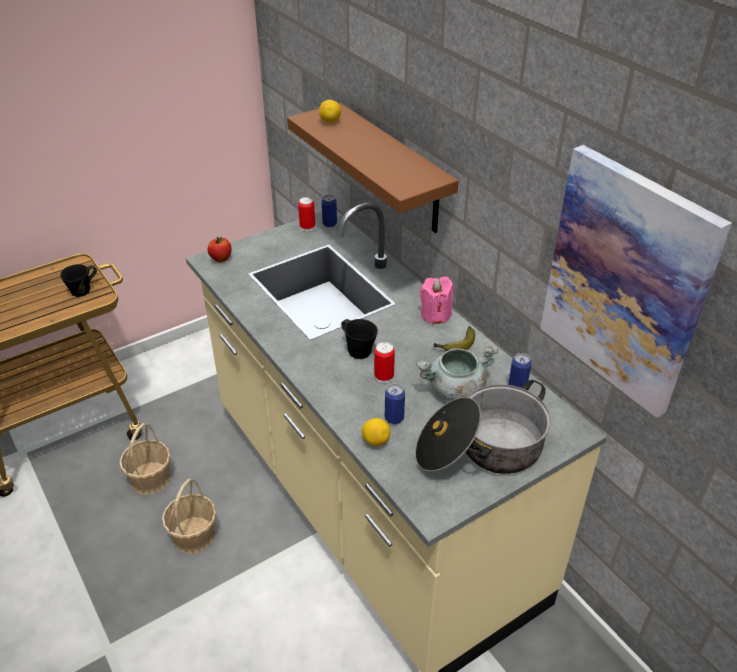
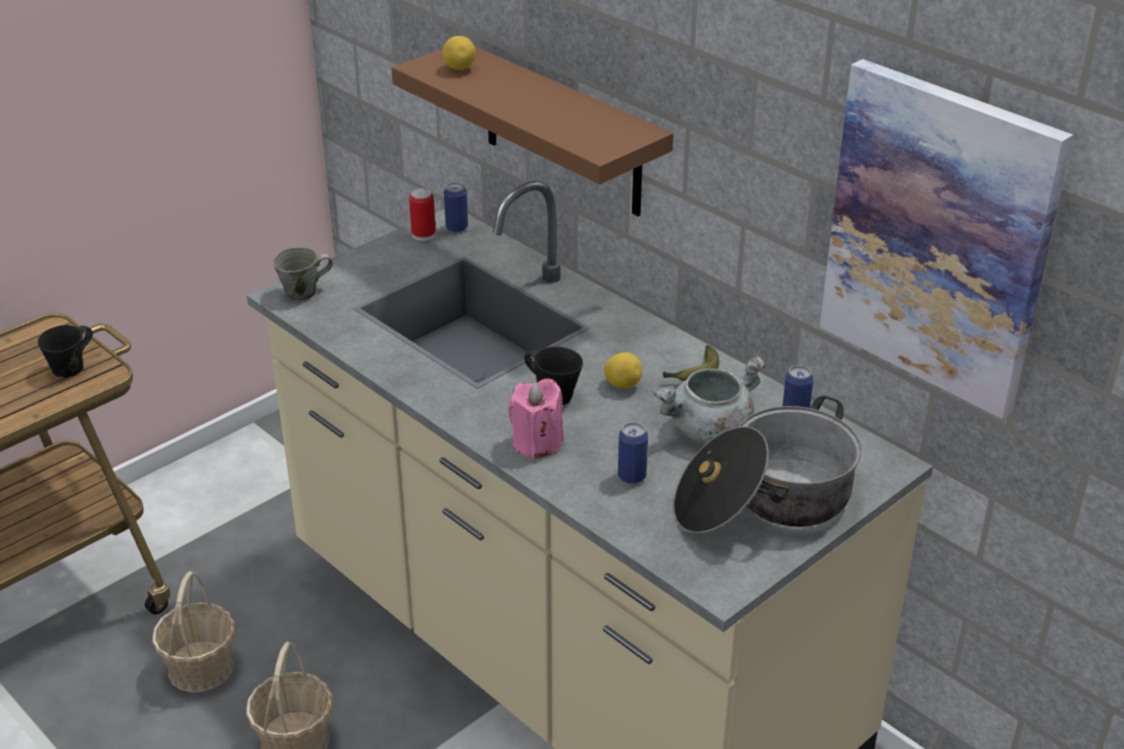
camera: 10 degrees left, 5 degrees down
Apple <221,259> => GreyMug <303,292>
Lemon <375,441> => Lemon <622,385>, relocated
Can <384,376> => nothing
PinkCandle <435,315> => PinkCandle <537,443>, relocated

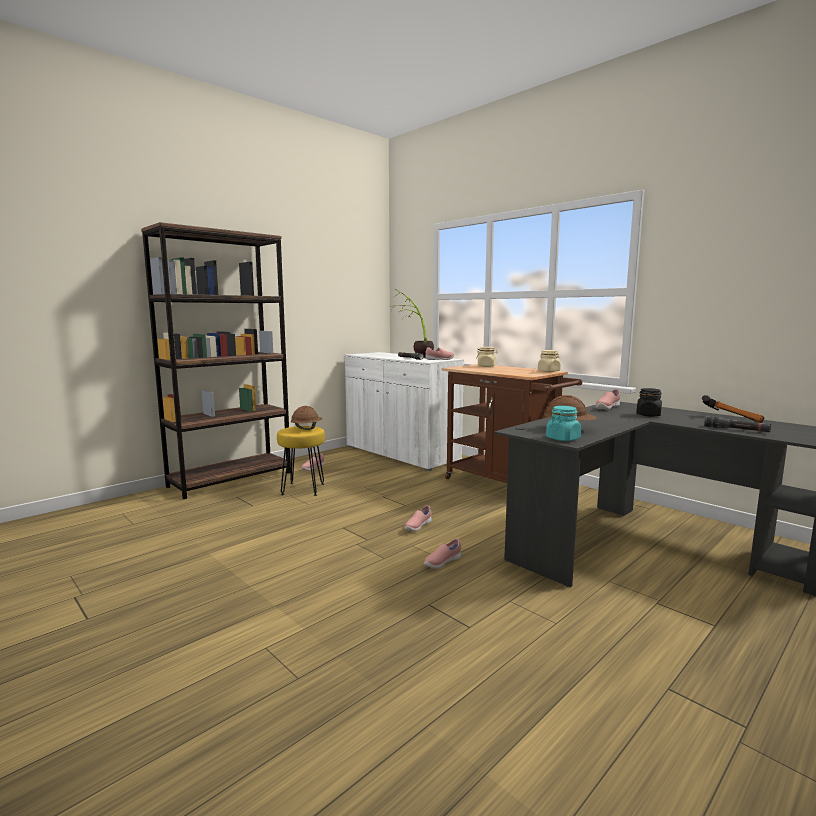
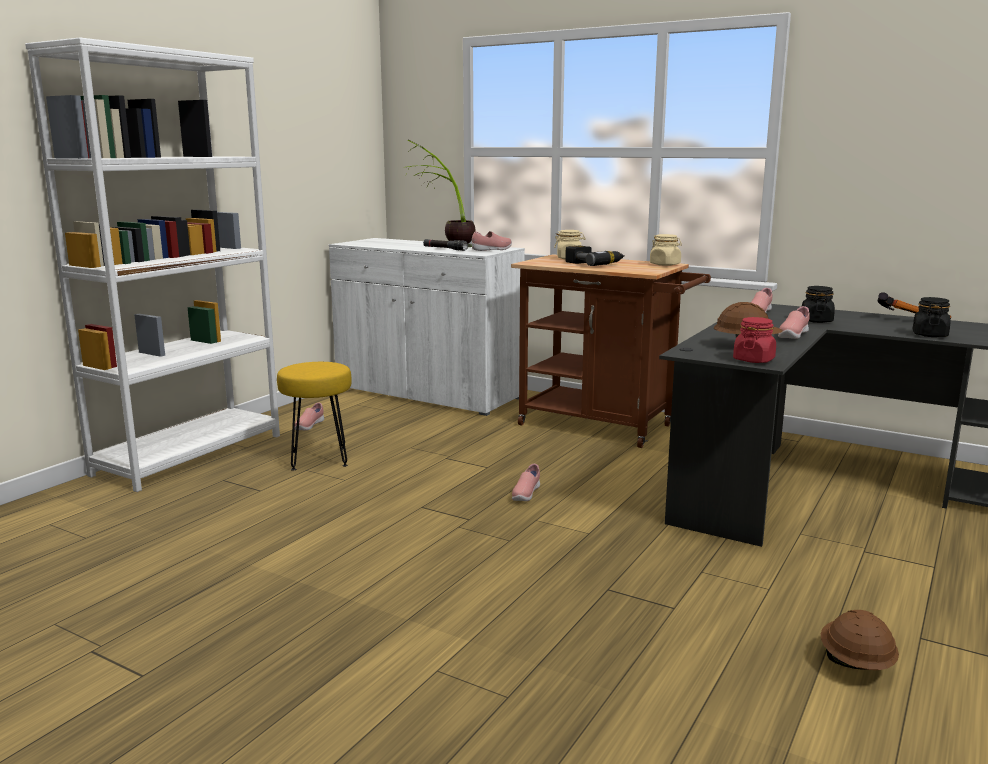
camera: 15 degrees left, 5 degrees up
BrownBookcase <231,479> => WhiteBookcase <190,454>
BrownHardHat <306,428> => BrownHardHat <855,664>, relocated
PinkShoe <442,563> => PinkShoe <792,336>, relocated
TurquoiseJar <563,438> => RedJar <753,360>
BlackFlashlight <736,429> => BlackJar <929,335>
nothing => PowerDrill <594,264>

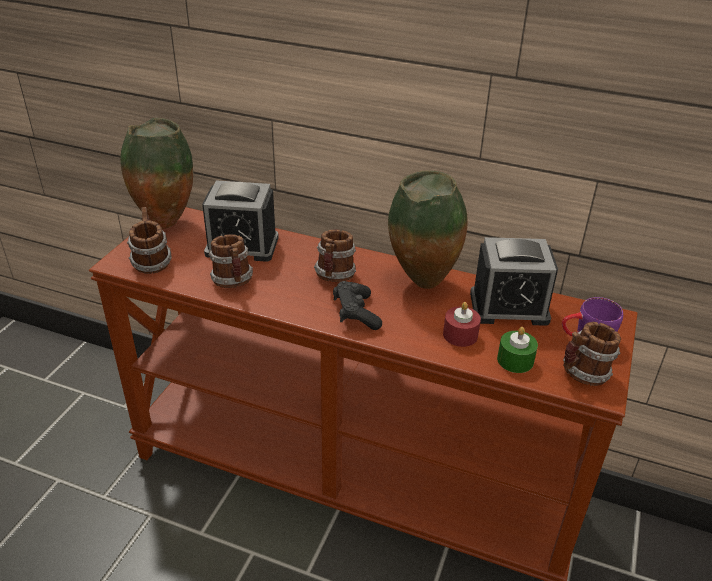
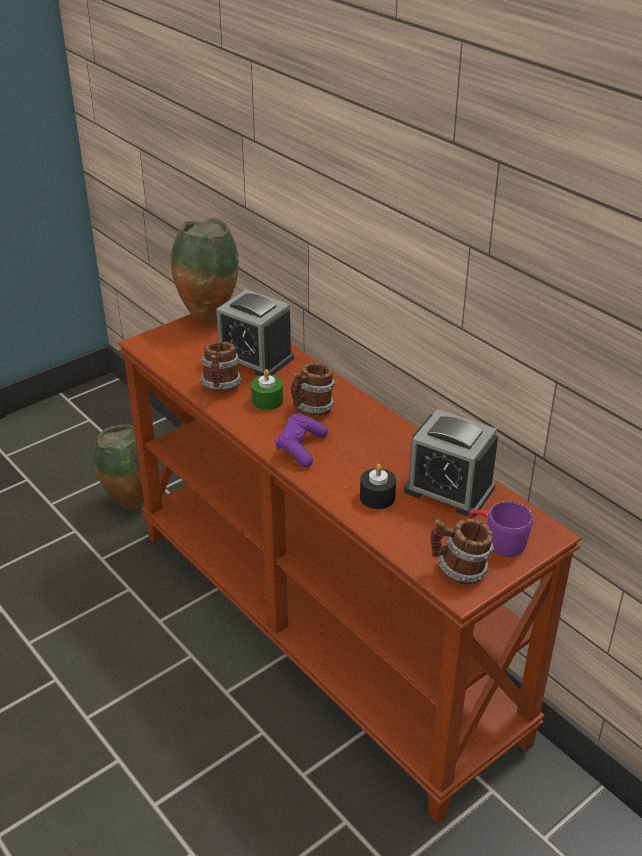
camera: 30 degrees right, 0 degrees up
Mug <151,262> => nothing
BlackGameController <356,314> => PurpleGameController <301,448>
Vase <422,284> => Vase <129,505>, relocated
RedCandle <460,335> => BlackCandle <377,497>
GreenCandle <515,360> => GreenCandle <267,401>, relocated

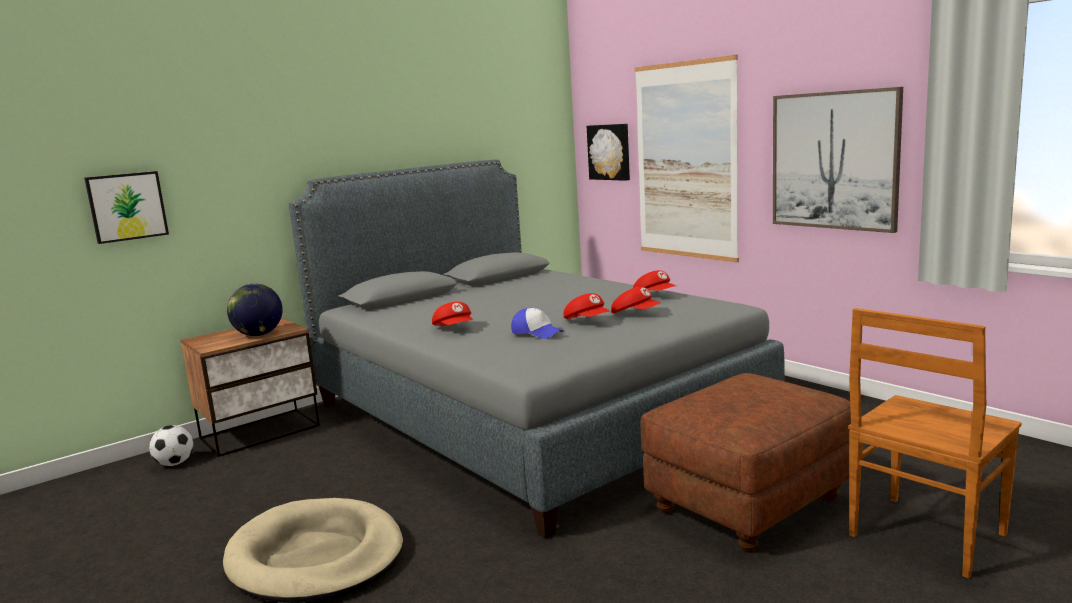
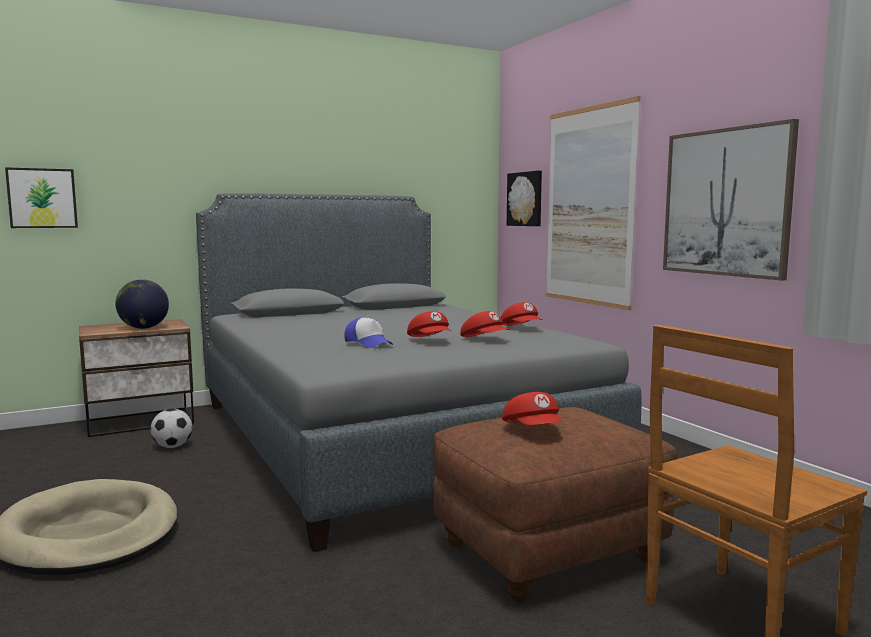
camera: 10 degrees right, 5 degrees down
Football <175,463> => Football <172,446>, relocated
RedCap <455,329> => RedCap <533,430>, relocated

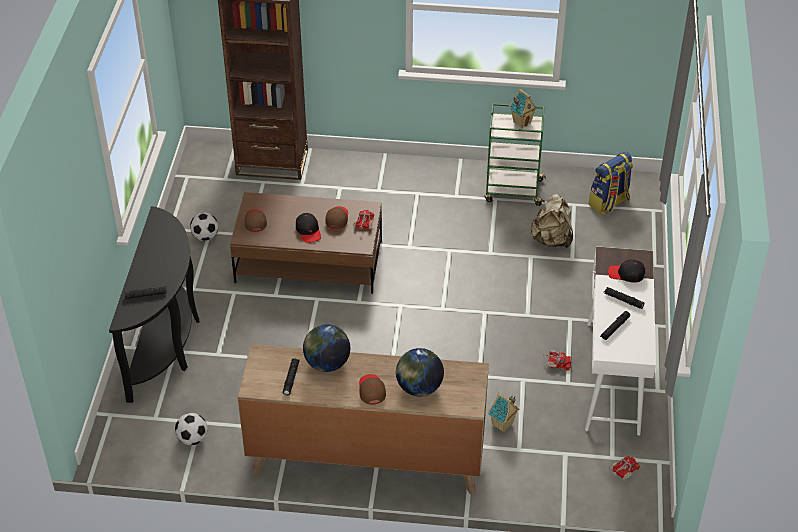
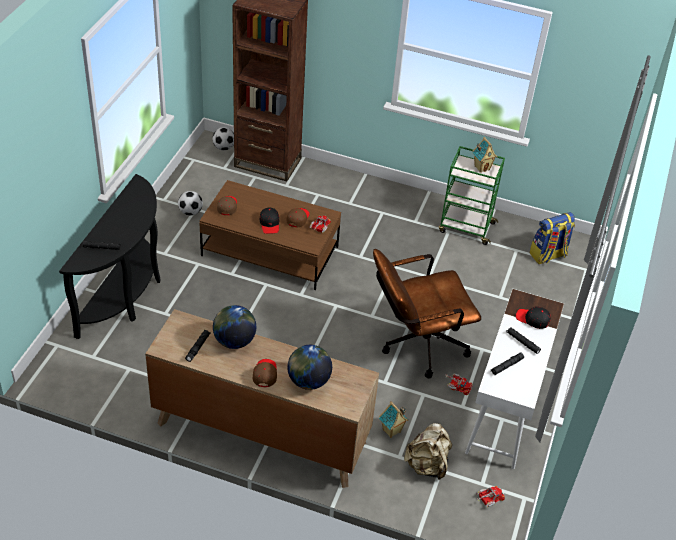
camera: 10 degrees right, 0 degrees up
Football <192,439> => Football <224,147>, relocated
BeigeBackpack <551,239> => BeigeBackpack <427,465>, relocated
nothing => BrownOfficeChair <416,345>

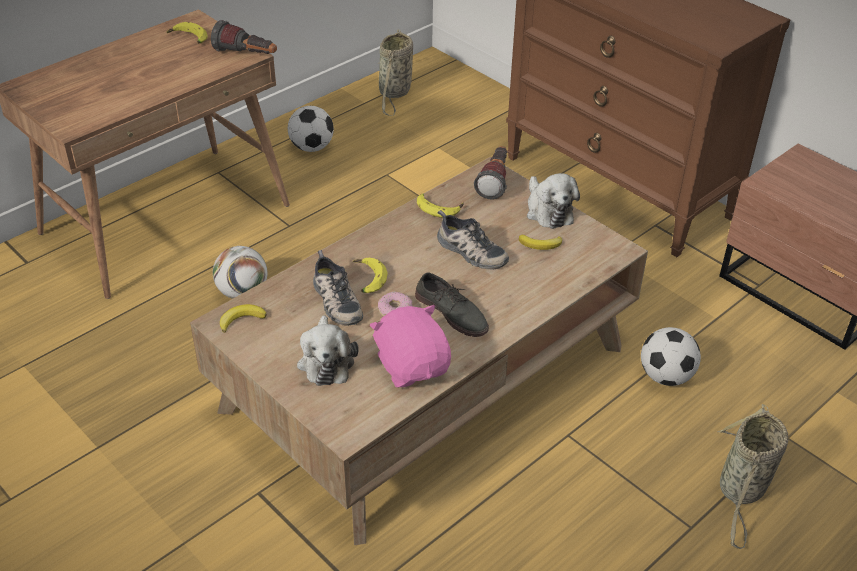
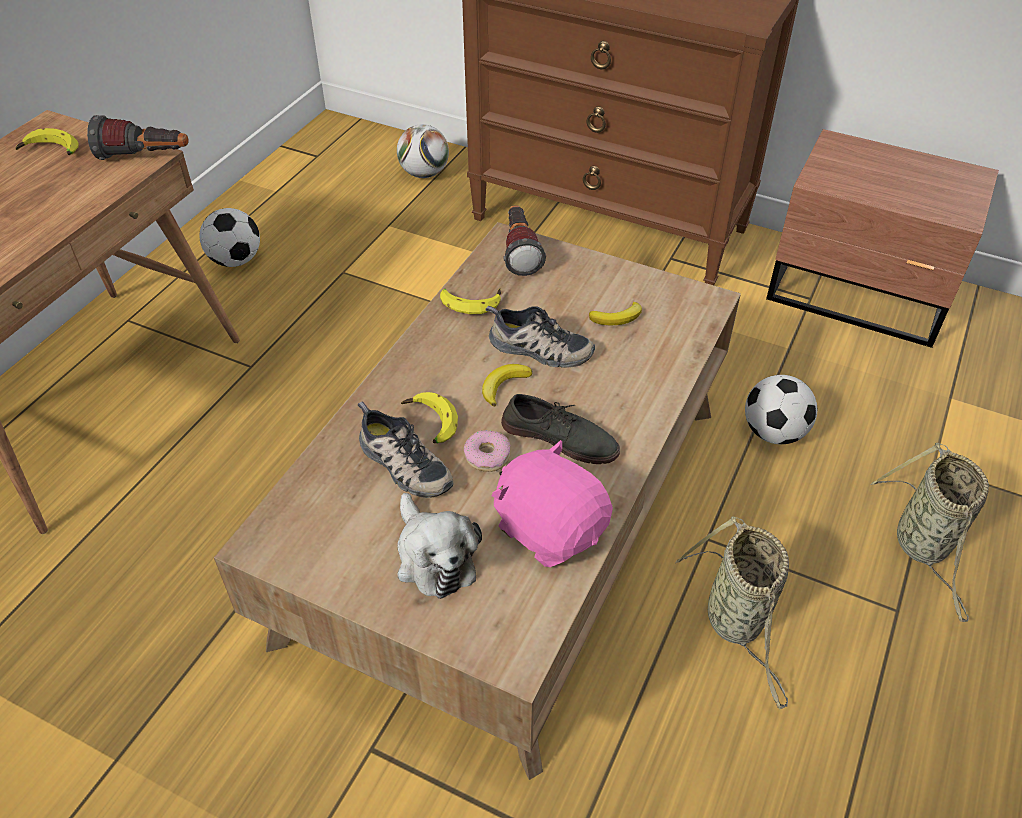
camera: 20 degrees left, 5 degrees up
Football <242,292> => Football <424,173>, relocated
Banana <241,319> => Banana <503,385>, relocated
Basket <394,93> => Basket <737,622>, relocated
PlushToy <548,210> => nothing

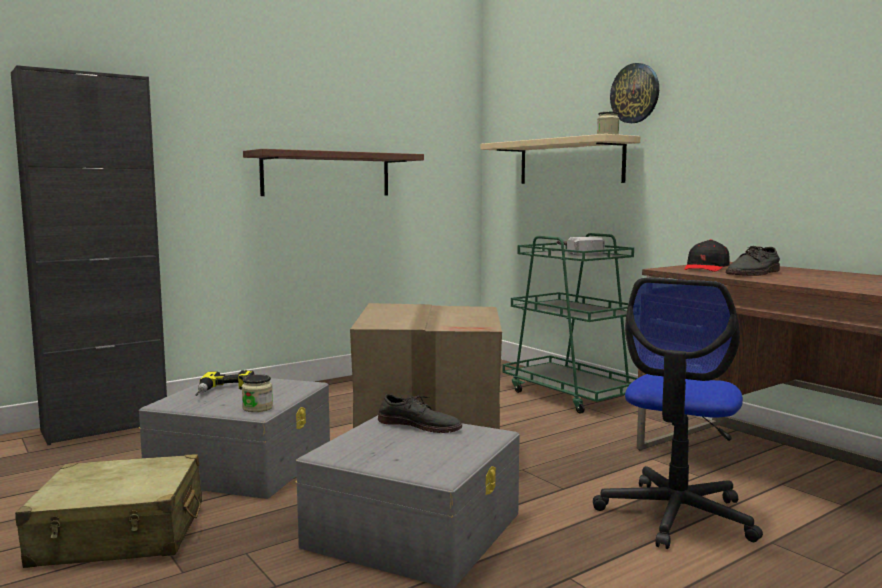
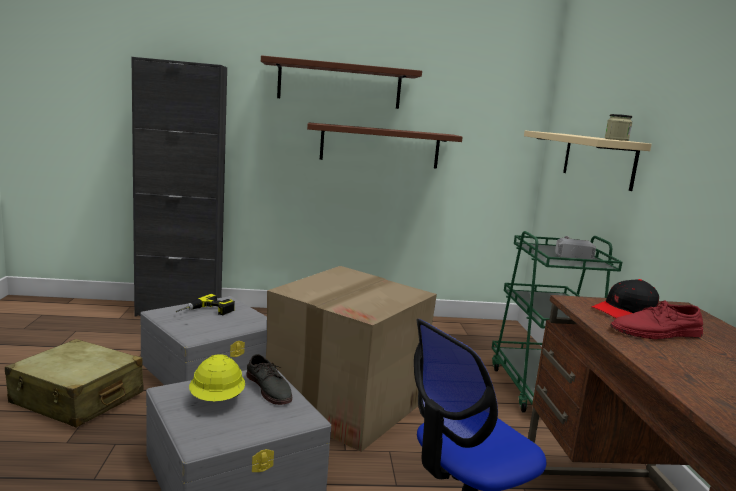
camera: 30 degrees right, 5 degrees up
Jar <257,408> => nothing
WallClock <635,93> => nothing
GreyShoe <754,273> => RedShoe <656,333>
nothing => YellowHardHat <217,400>
nothing => BrownShelf <339,84>

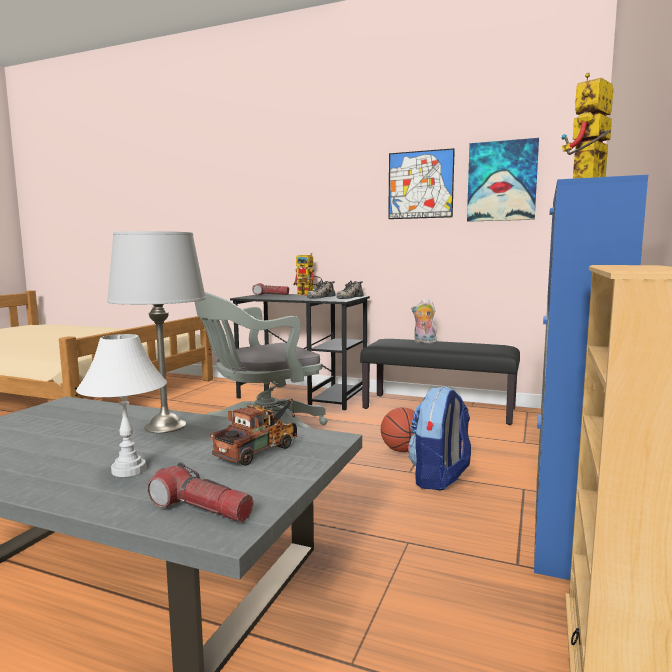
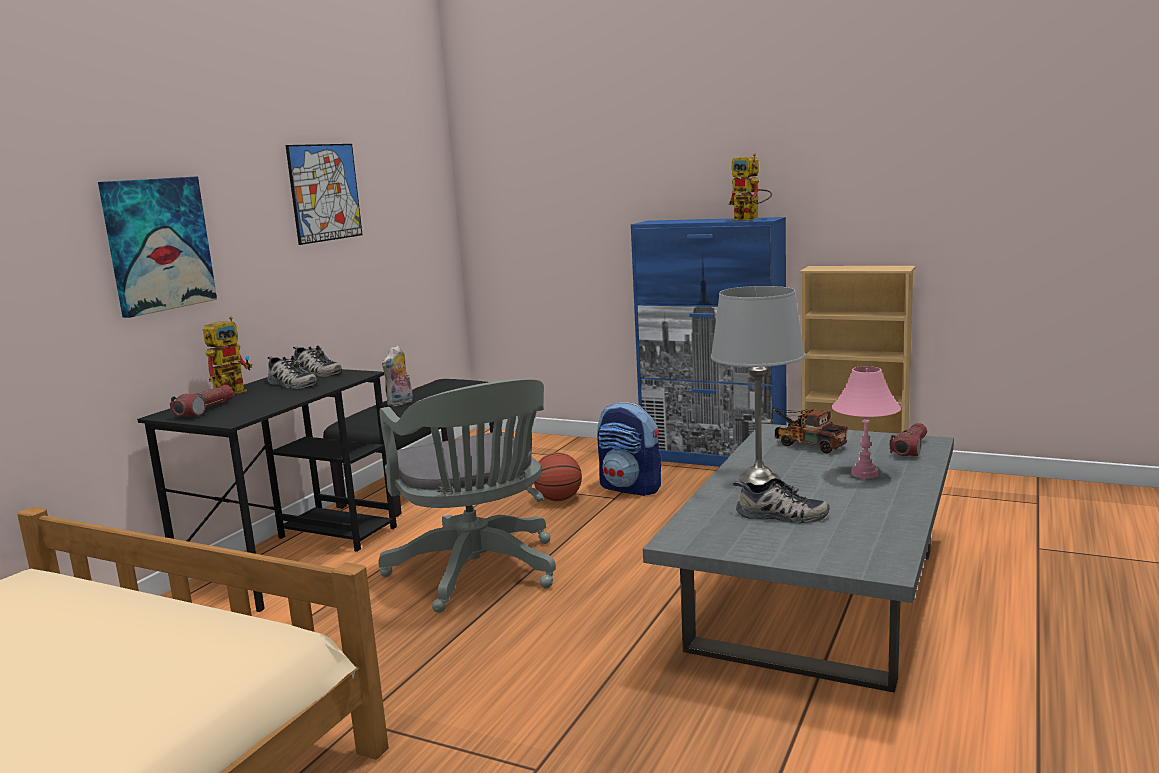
camera: 85 degrees left, 5 degrees up
WhiteTableLamp <129,470> => PinkTableLamp <865,474>
Picture <502,181> => Picture <158,244>, relocated
nothing => Shoe <780,516>

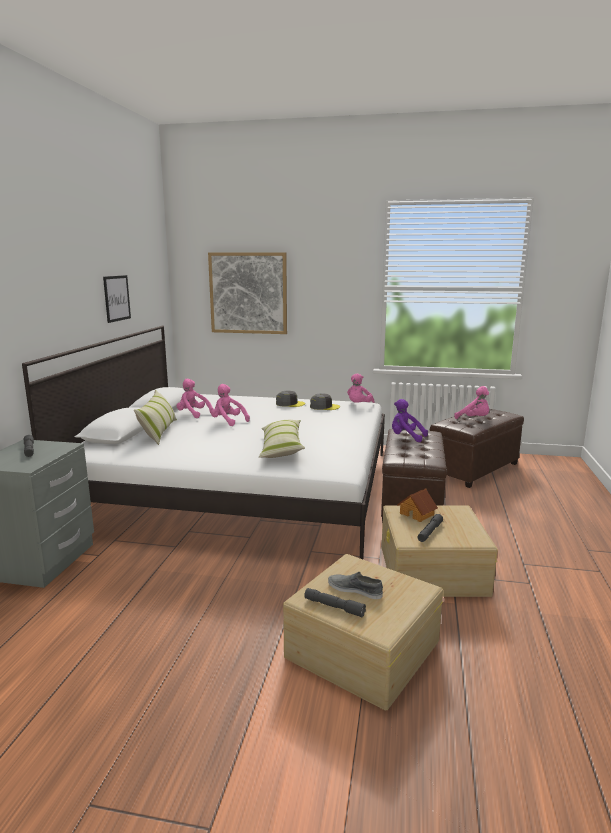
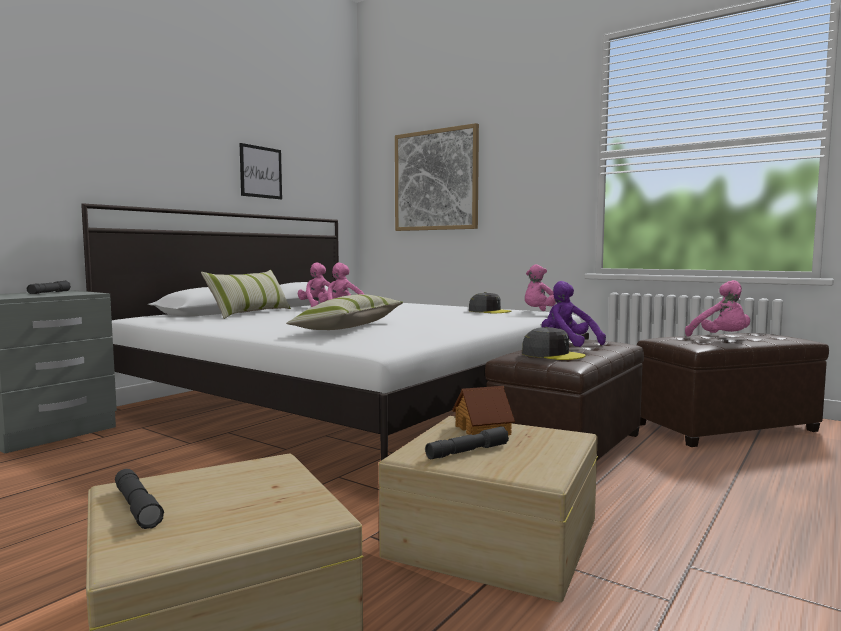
camera: 25 degrees right, 10 degrees down
GreyCap <290,404> => GreyCap <552,355>, relocated
GreyShoe <355,589> => nothing

